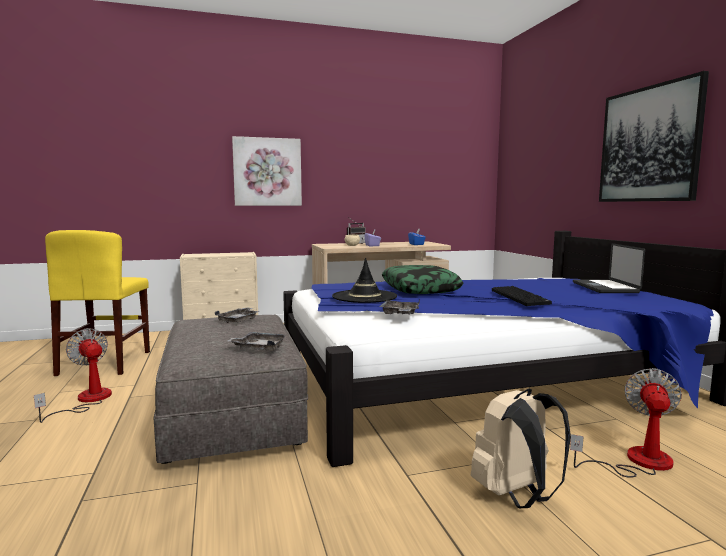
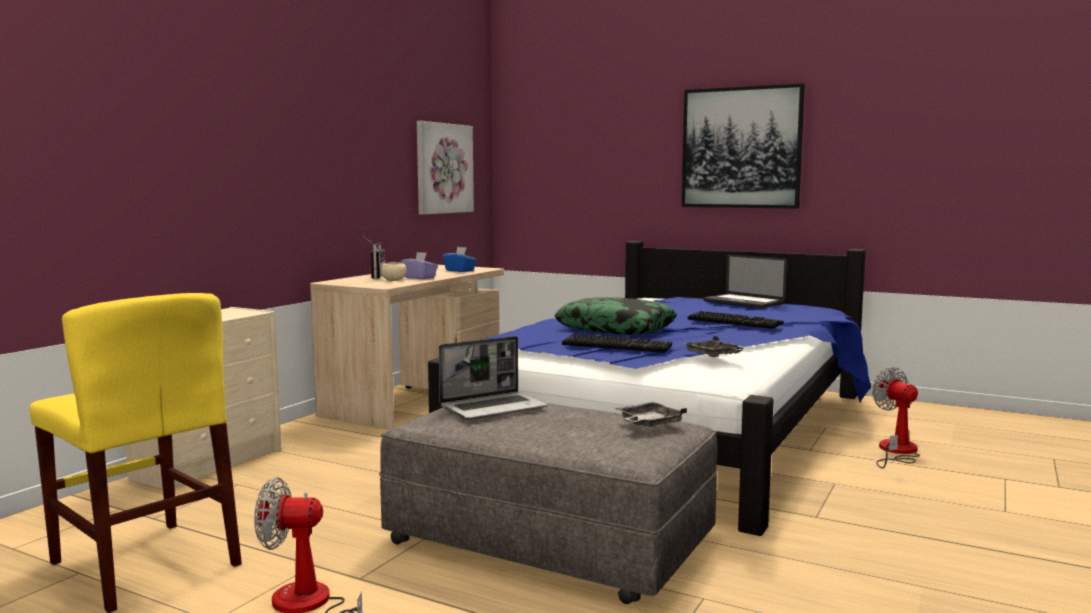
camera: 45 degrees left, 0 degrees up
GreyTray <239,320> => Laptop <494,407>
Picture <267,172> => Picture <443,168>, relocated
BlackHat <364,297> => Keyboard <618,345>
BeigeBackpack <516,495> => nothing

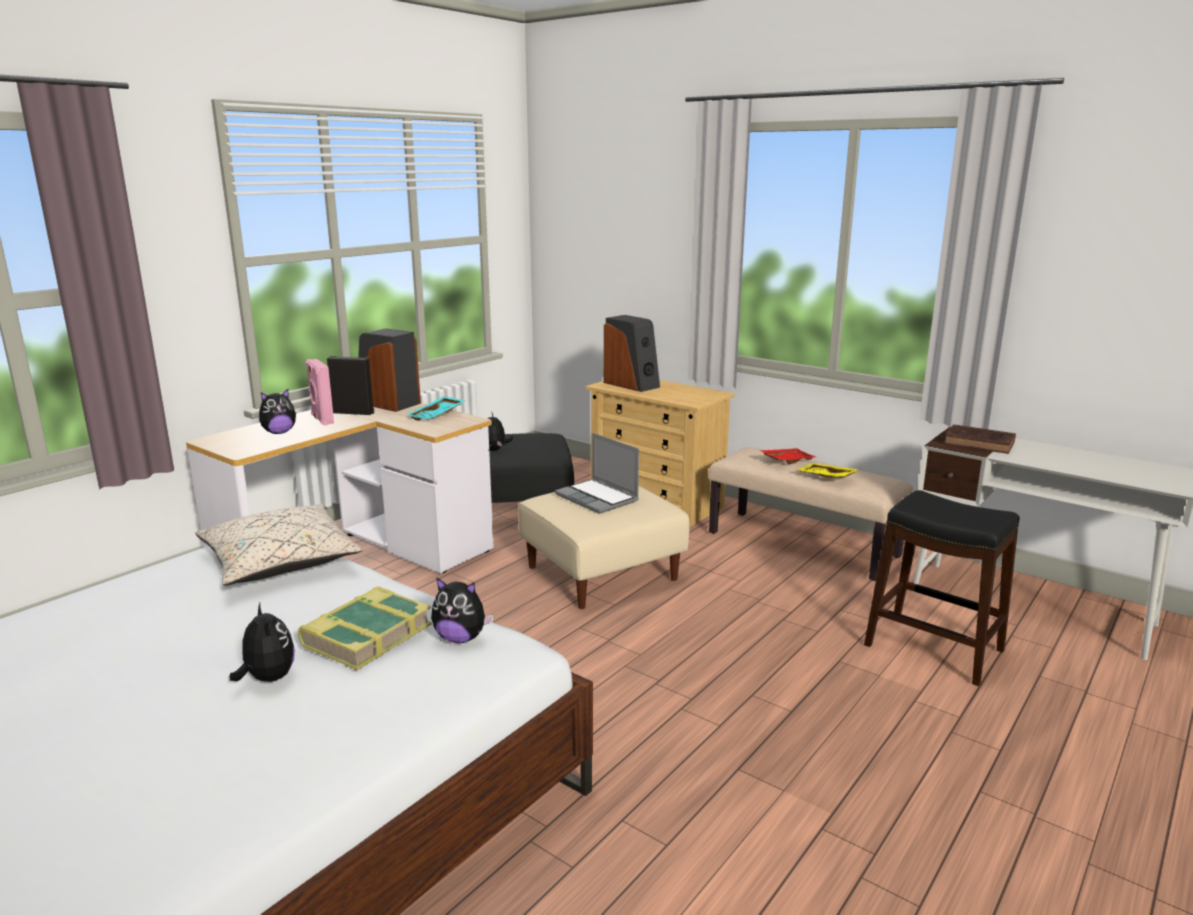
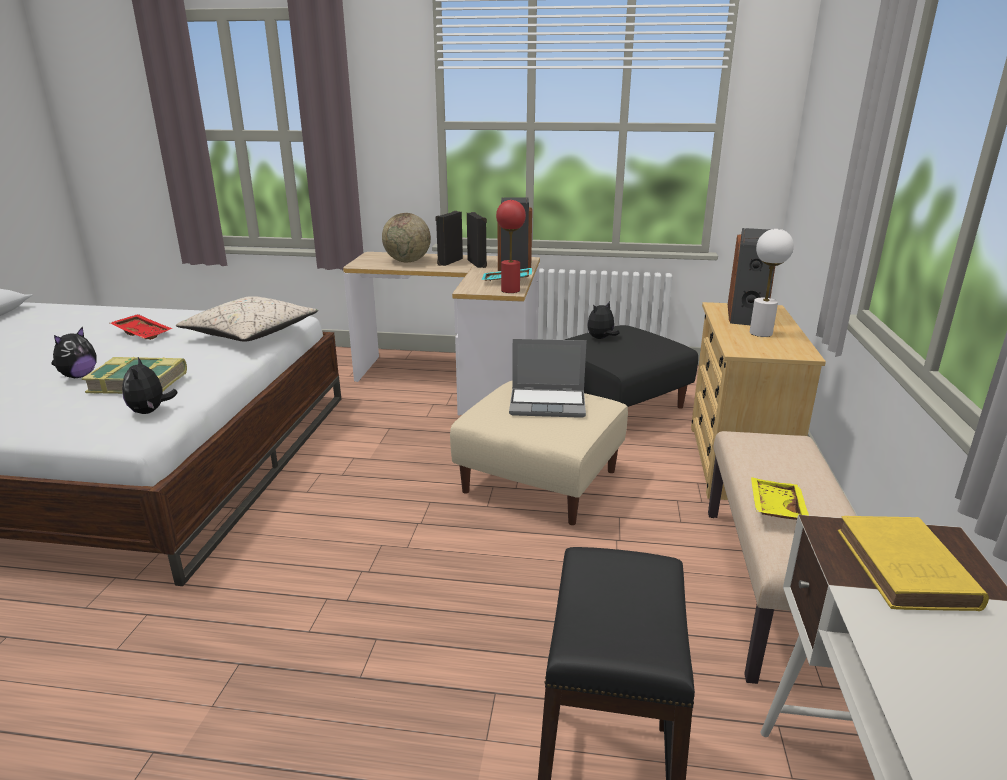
camera: 60 degrees right, 5 degrees up
PlushToy <279,432> => Globe <407,261>
PinkSpeaker <321,420> => BlackSpeaker <449,262>
Laptop <598,498> => Laptop <548,404>, 105 degrees counterclockwise
RedTray <786,461> => RedTray <143,333>, relocated
BrownBook <981,443> => YellowBook <906,571>
nothing => RedTableLamp <510,290>
nothing => WhiteTableLamp <760,333>

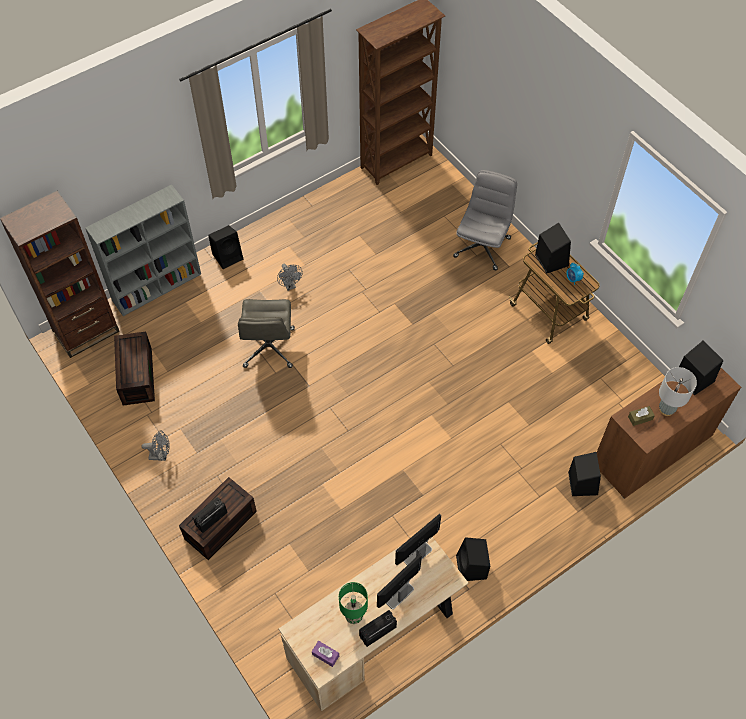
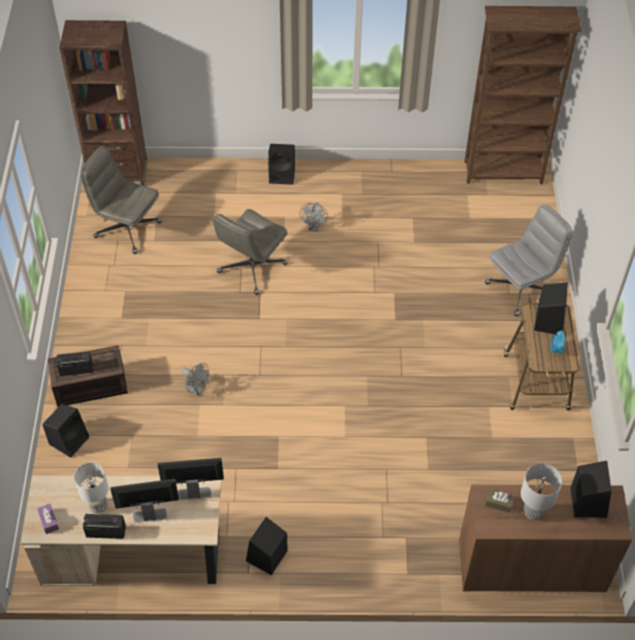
camera: 35 degrees right, 5 degrees down
GreyBookcase <157,286> => nothing
BrownStorageBox <136,375> => GreyOfficeChair <127,229>
GreyFan <161,455> => GreyFan <196,389>, relocated
GreenTableLamp <353,616> => WhiteTableLamp <98,506>
BlackSpeaker <582,482> => BlackSpeaker <69,439>, relocated

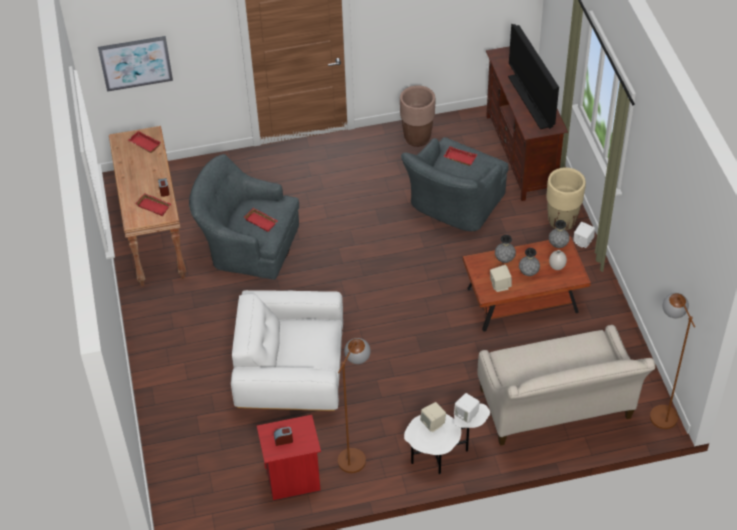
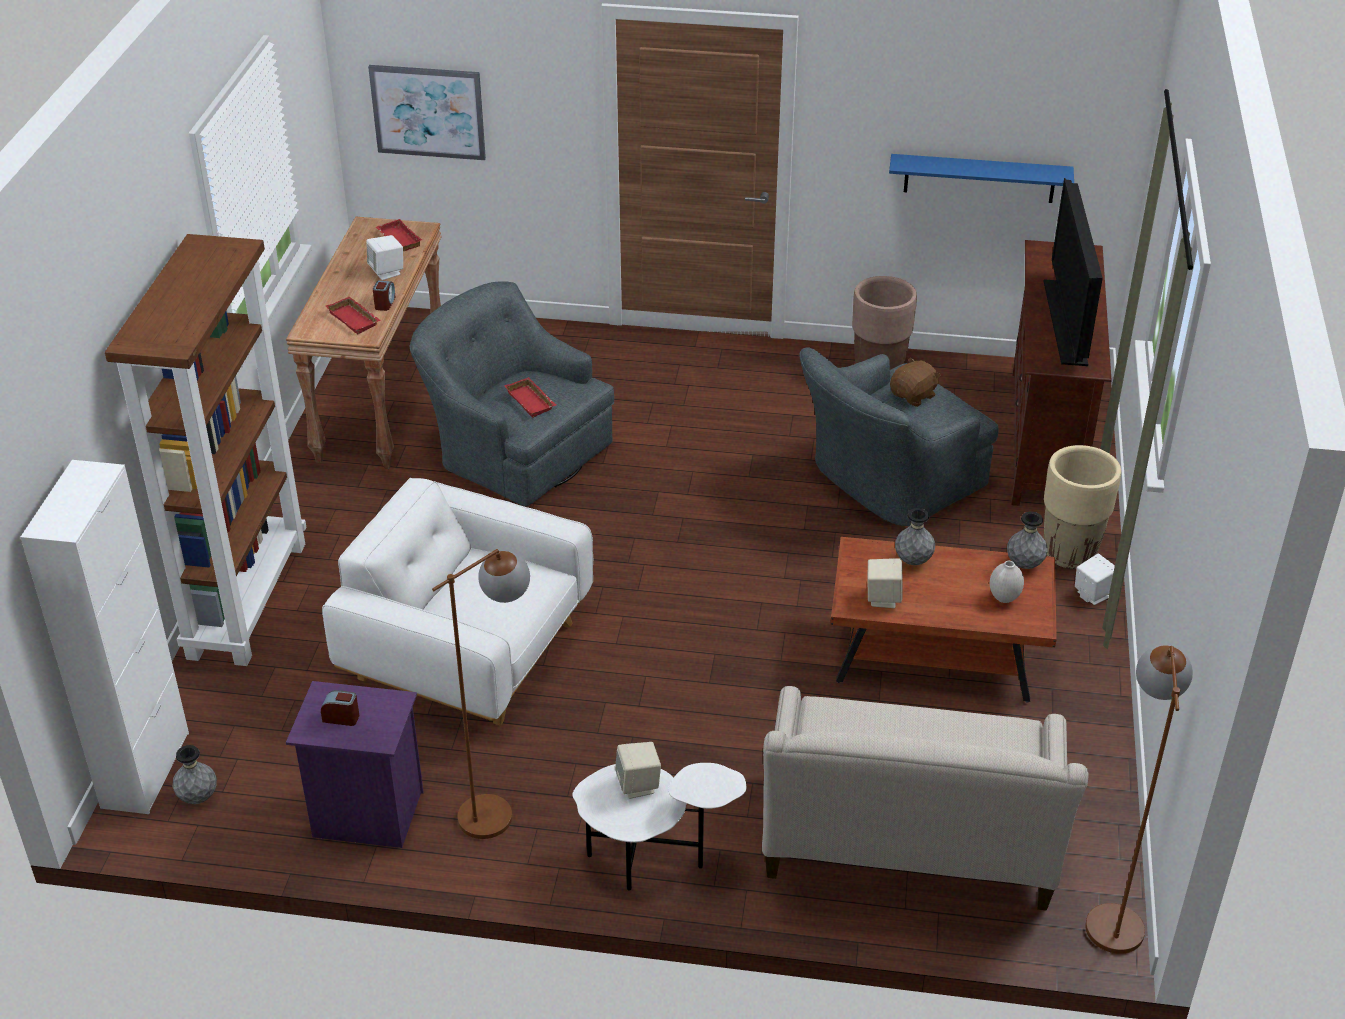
camera: 20 degrees right, 10 degrees down
RedNightstand <293,480> => PurpleNightstand <366,816>
RedTray <459,158> => BrownPlushToy <913,396>
WhiteSpeaker <466,415> => WhiteSpeaker <387,272>, relocated
GreyVase <528,273> => GreyVase <198,798>, relocated
nothing => WhiteCabinet <145,770>
nothing => BrownBookcase <246,598>
nothing => BlueShelf <979,178>

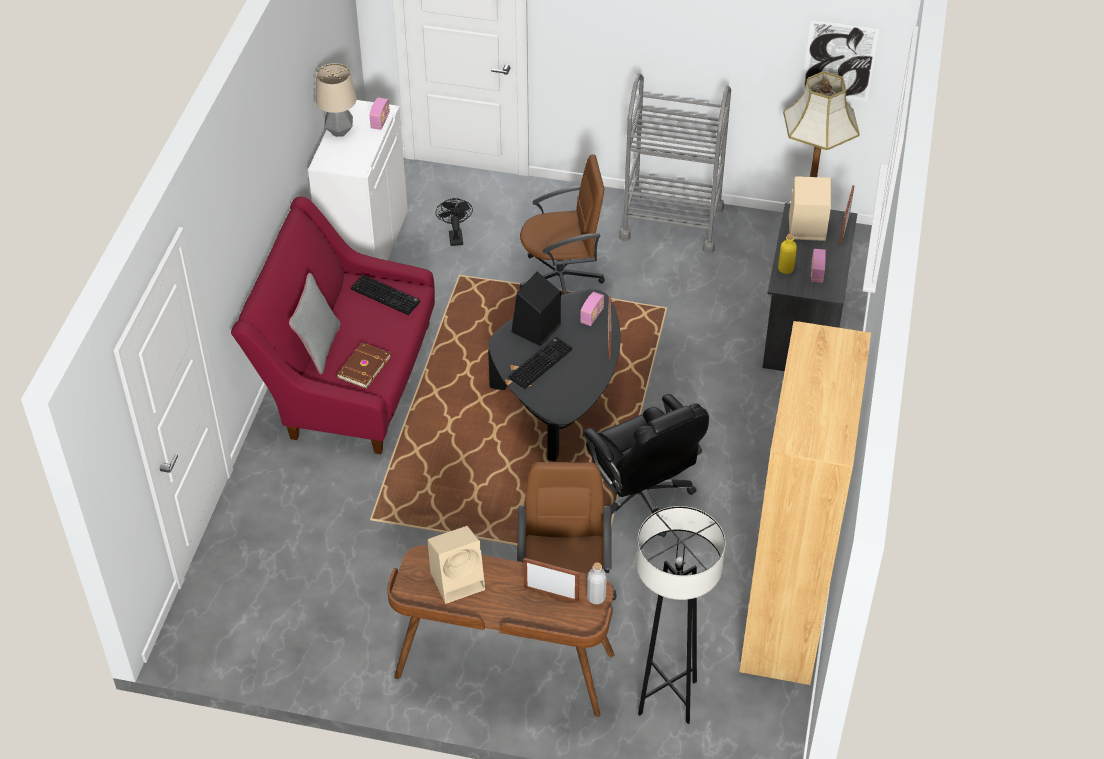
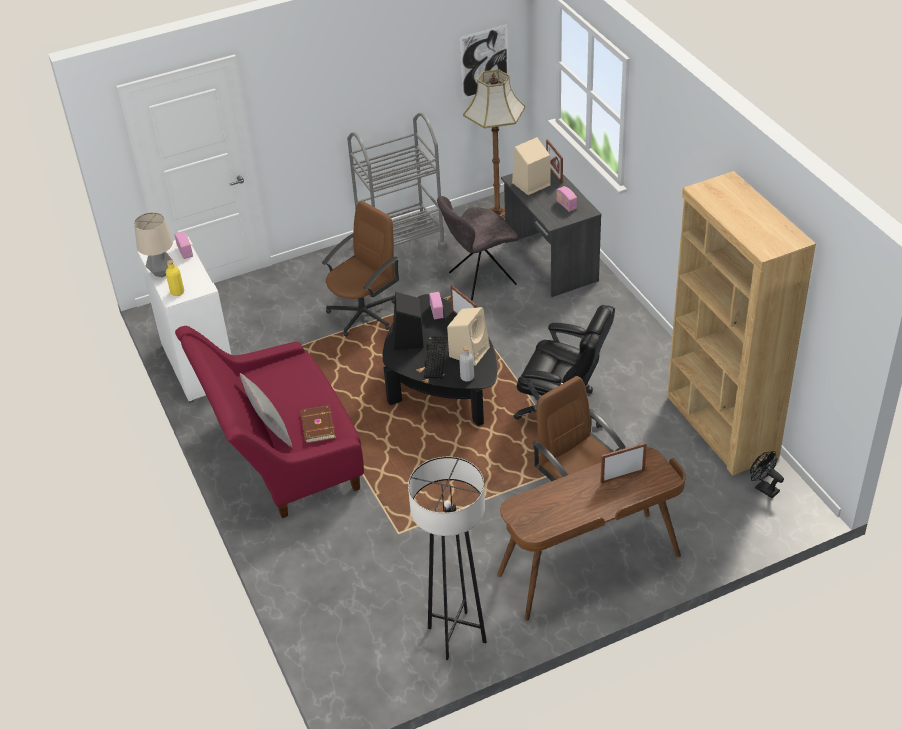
camera: 35 degrees left, 5 degrees down
Keyboard <386,295> => nothing
BeigeSpeaker <458,580> => BeigeSpeaker <469,351>, relocated
BlackFan <455,236> => BlackFan <763,488>, relocated
GreyBottle <596,597> => GreyBottle <467,377>, relocated
GreyFloorLamp <667,698> => GreyFloorLamp <457,635>, relocated
YellowBottle <785,269> => YellowBottle <177,292>, relocated
nothing => GreyChair <479,279>

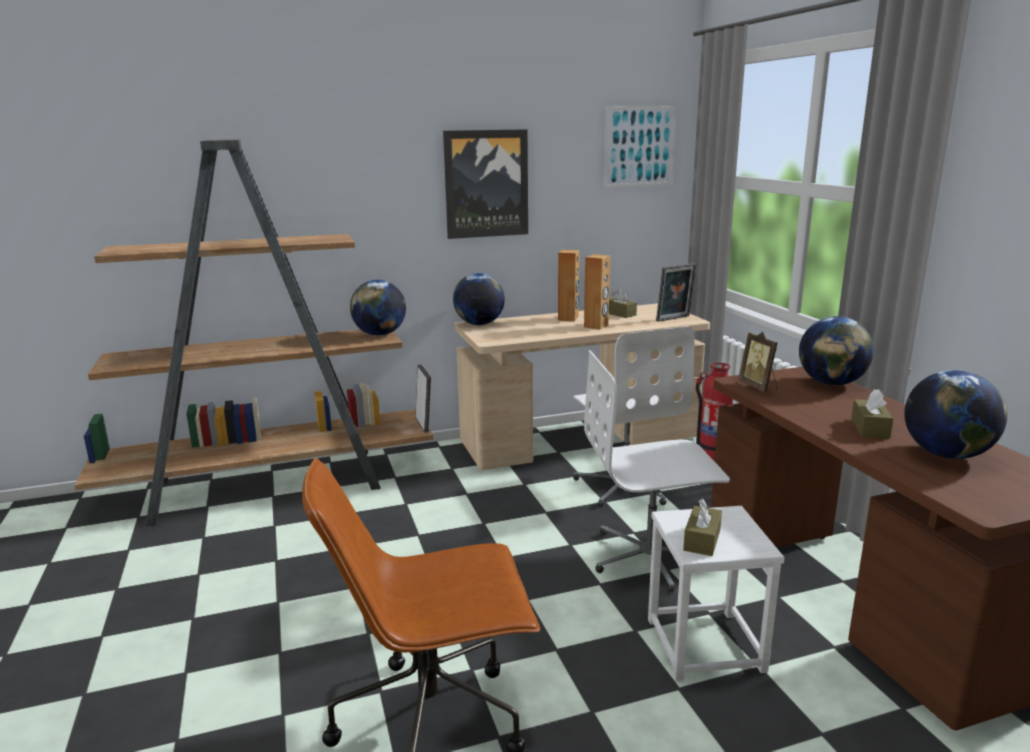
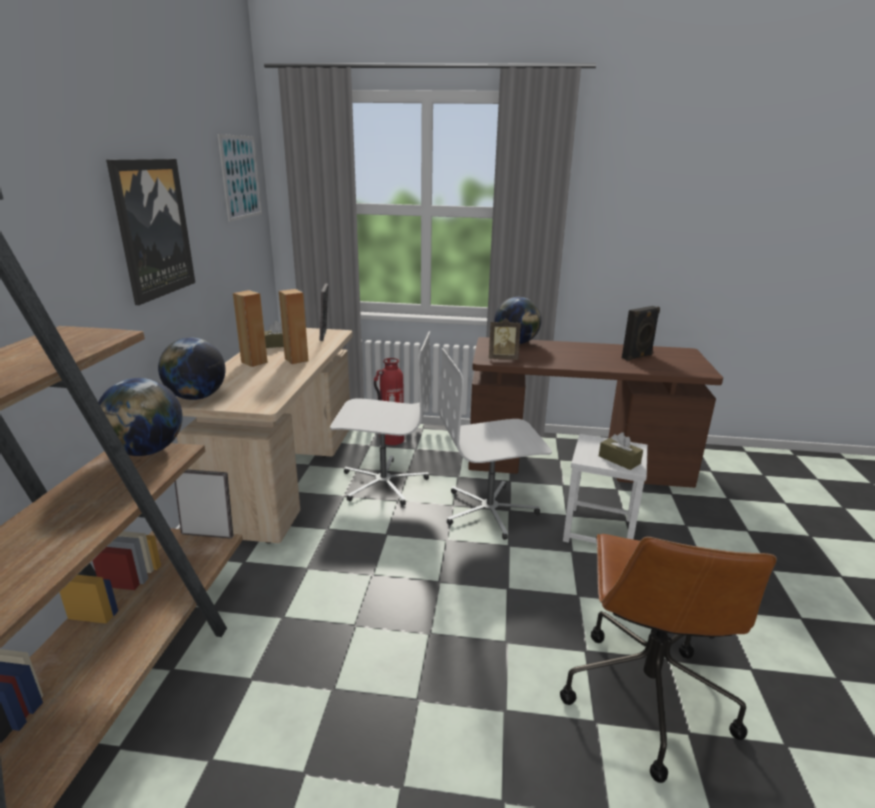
camera: 65 degrees left, 5 degrees up
WhiteOfficeChair <650,557> => WhiteOfficeChair <490,511>, 60 degrees clockwise
BrownTissueBox <870,428> => nothing
Globe <946,455> => BlackSpeaker <637,357>

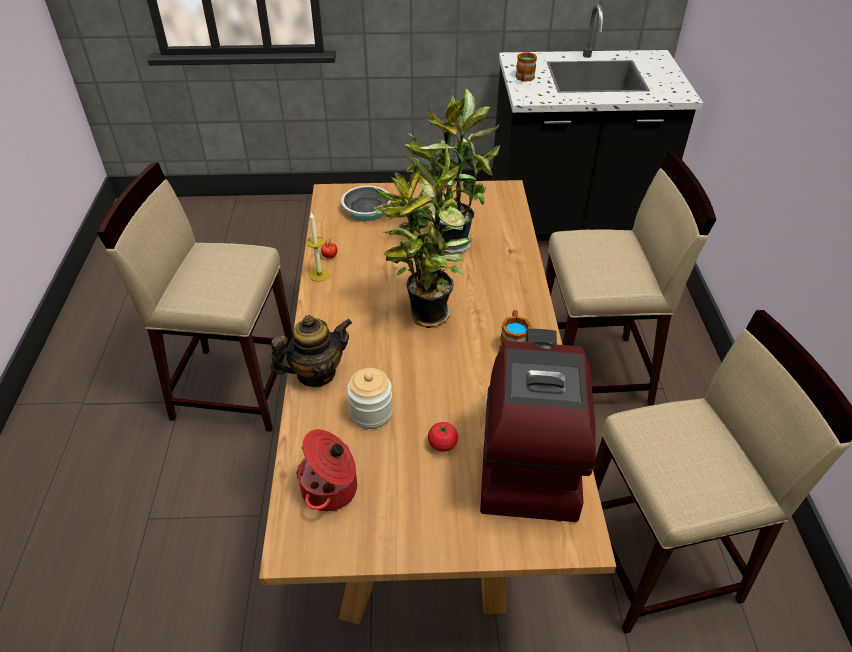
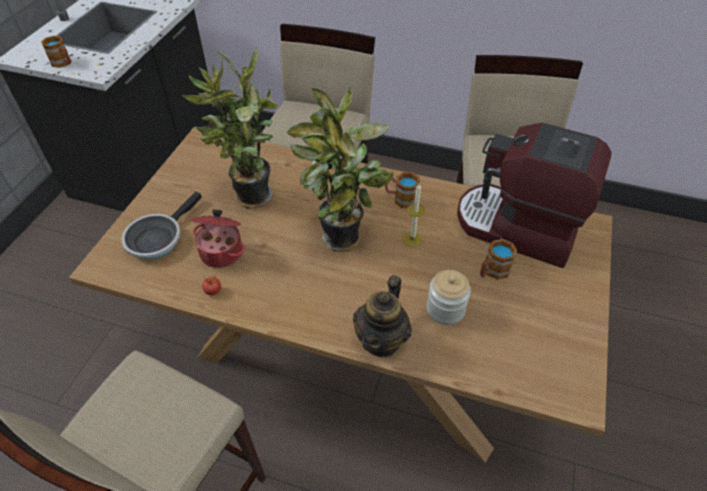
camera: 70 degrees left, 5 degrees up
Teapot <316,373> => Teapot <381,340>, 150 degrees counterclockwise
CookingPot <331,489> => CookingPot <222,252>, relocated
Candle <319,275> => Candle <412,239>, relocated
Tomato <442,444> => Mug <492,271>

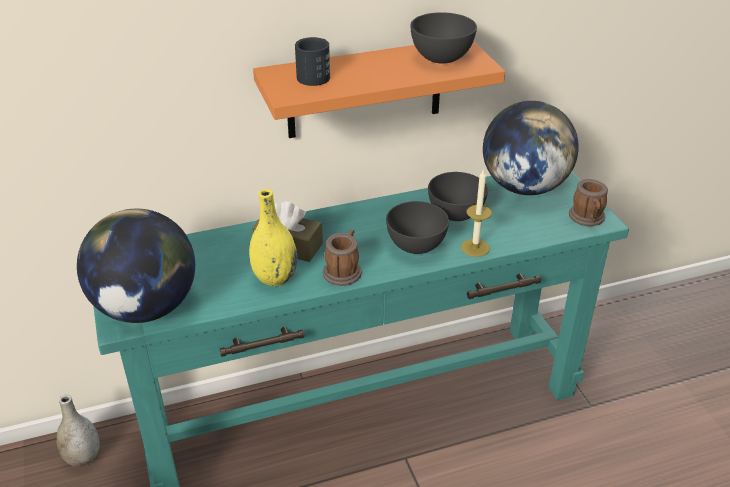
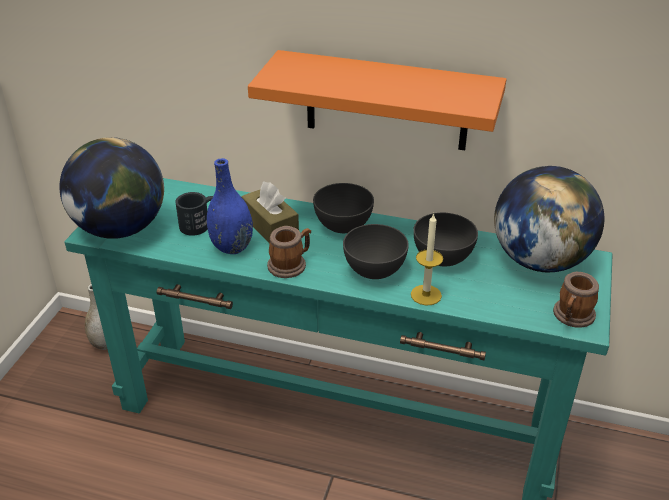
camera: 35 degrees right, 0 degrees up
YellowVase <275,278> => BlueVase <232,247>
BlackMug <316,74> => BlackMug <200,224>, relocated
GreyBowl <441,58> => GreyBowl <343,226>, relocated

